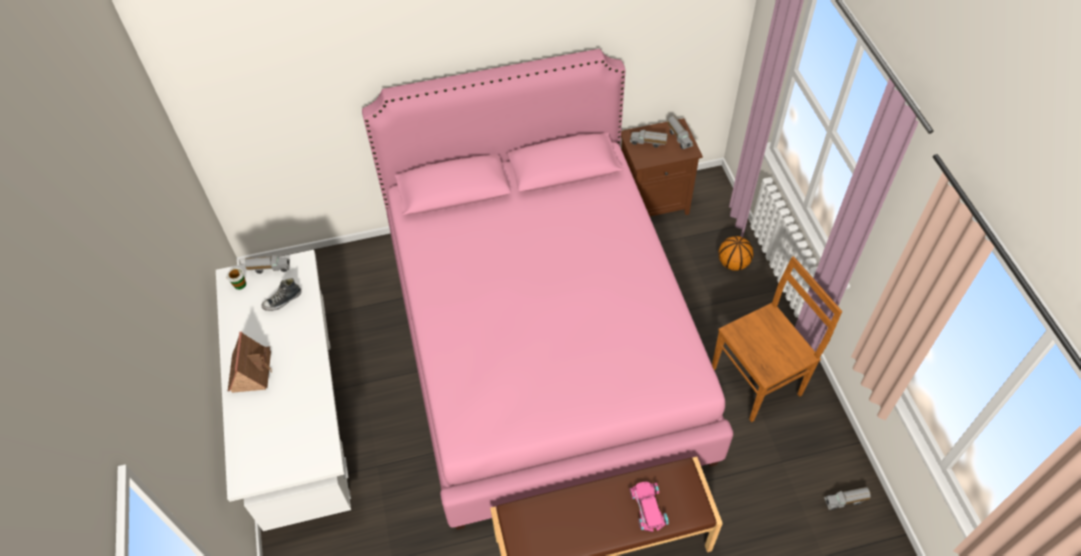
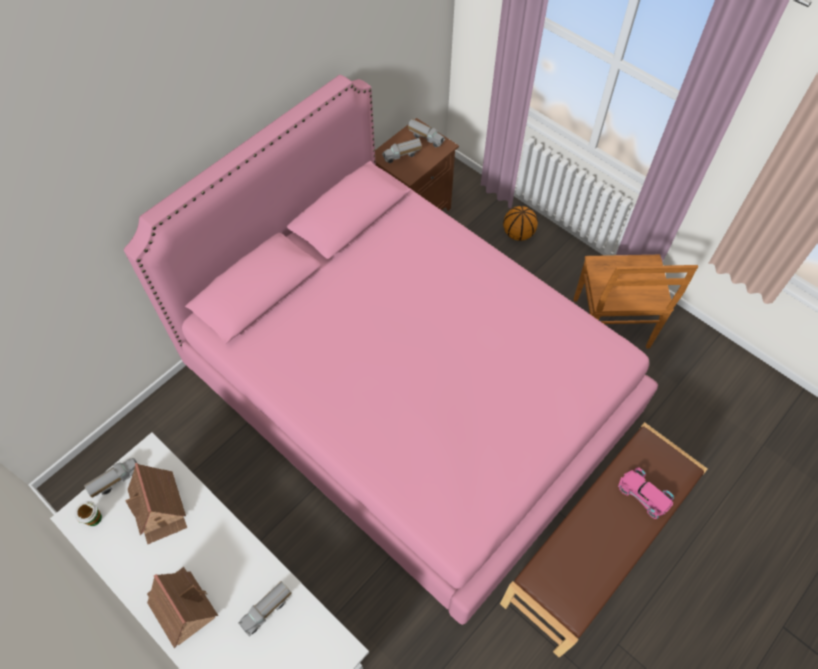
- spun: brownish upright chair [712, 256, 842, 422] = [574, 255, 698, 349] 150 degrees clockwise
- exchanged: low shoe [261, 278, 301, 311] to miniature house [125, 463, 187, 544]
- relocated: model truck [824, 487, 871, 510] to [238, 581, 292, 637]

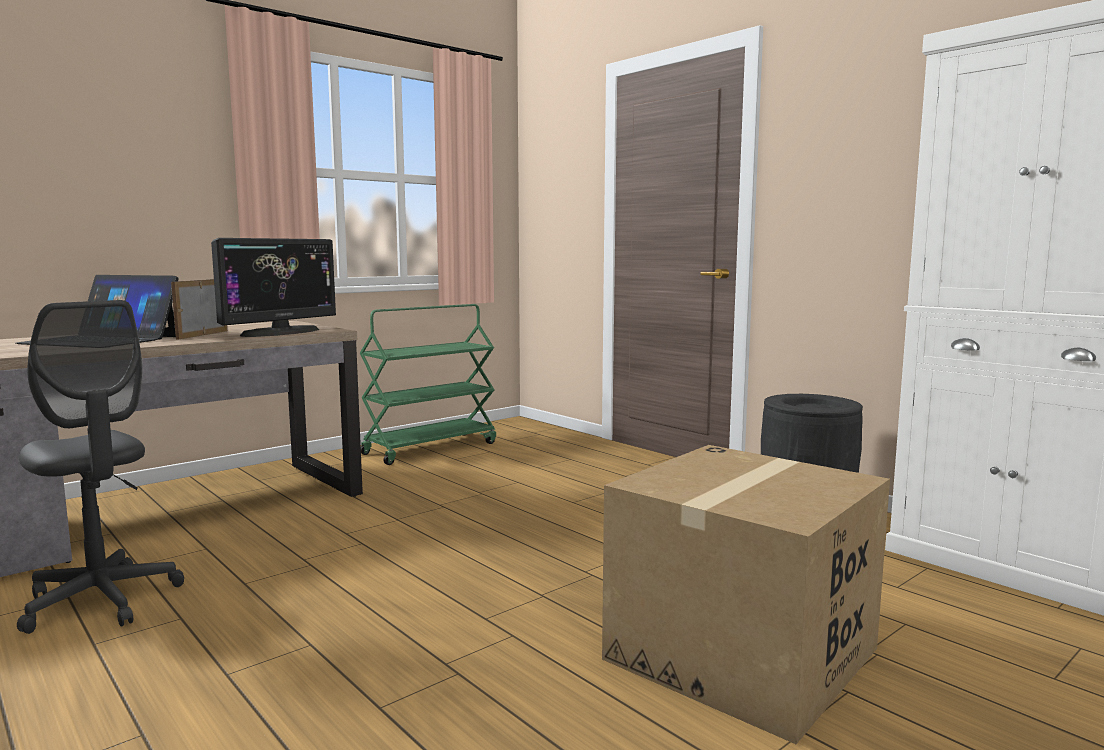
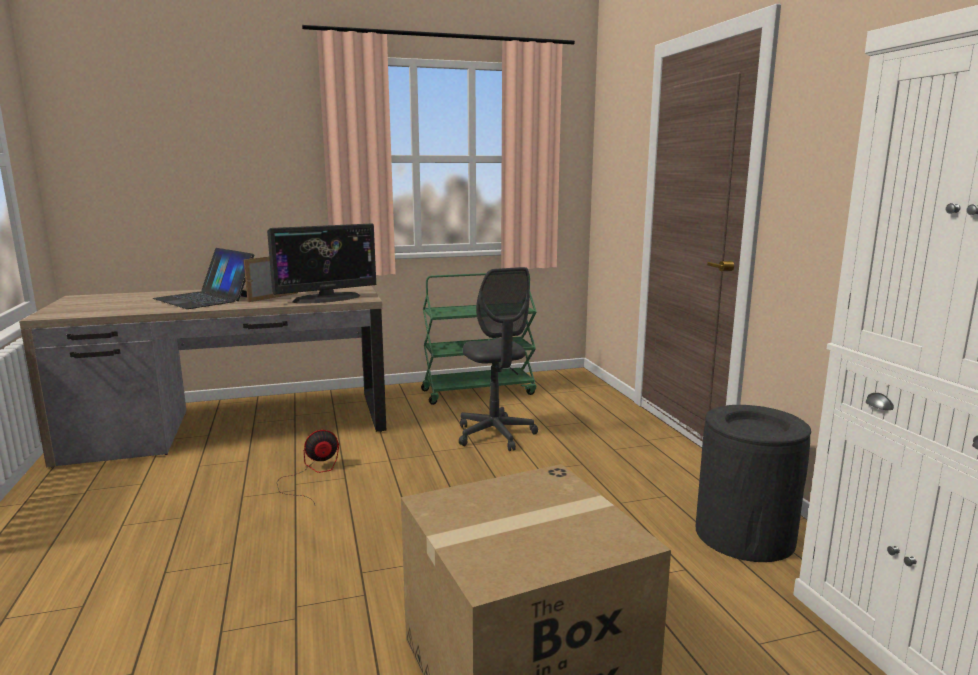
- relocated: greyish office chair [17, 300, 184, 634] to [459, 267, 538, 451]
- appeared: fan [277, 430, 339, 505]

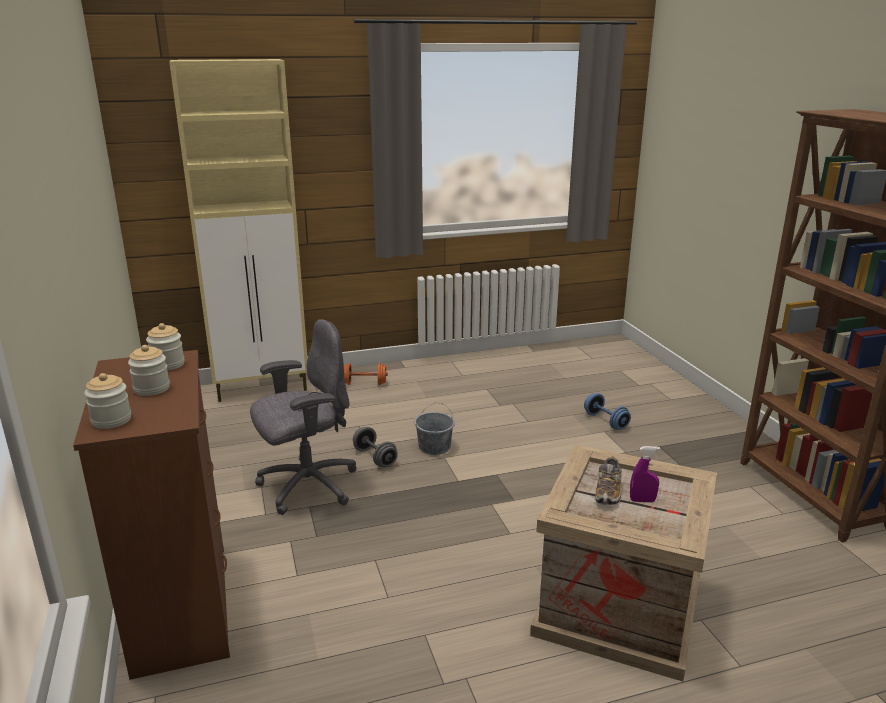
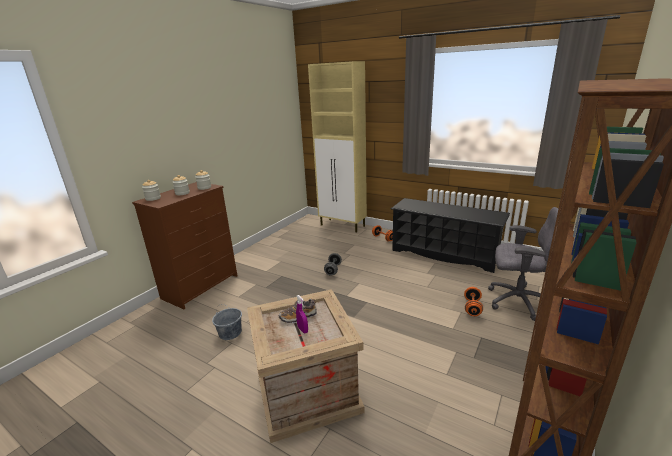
- relocated: greyish office chair [250, 319, 357, 515] to [488, 207, 559, 321]
- colour: blue hand weight [584, 393, 631, 430] to orange hand weight [464, 287, 483, 316]
- relocated: greyish water bucket [415, 403, 455, 455] to [212, 304, 242, 340]
- appeared: blackish shoe rack [391, 198, 510, 273]

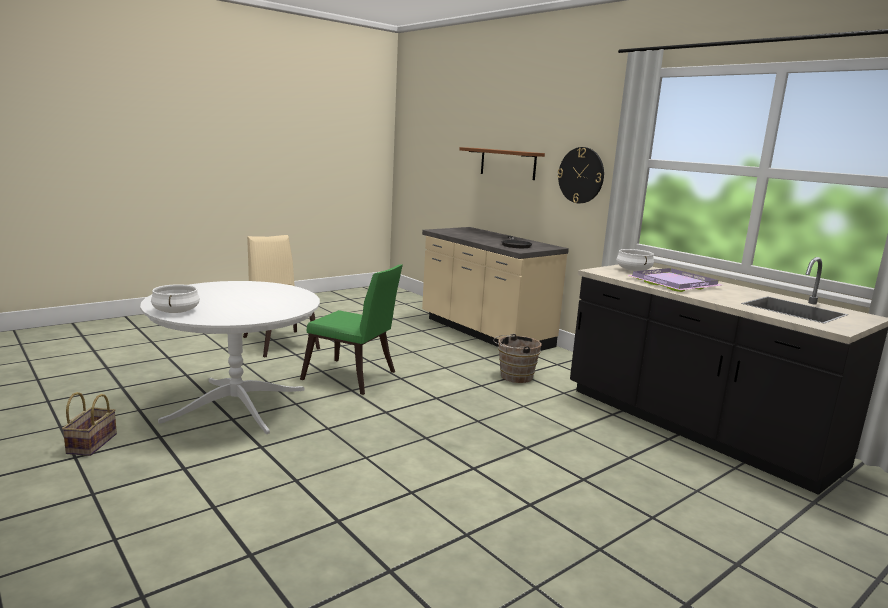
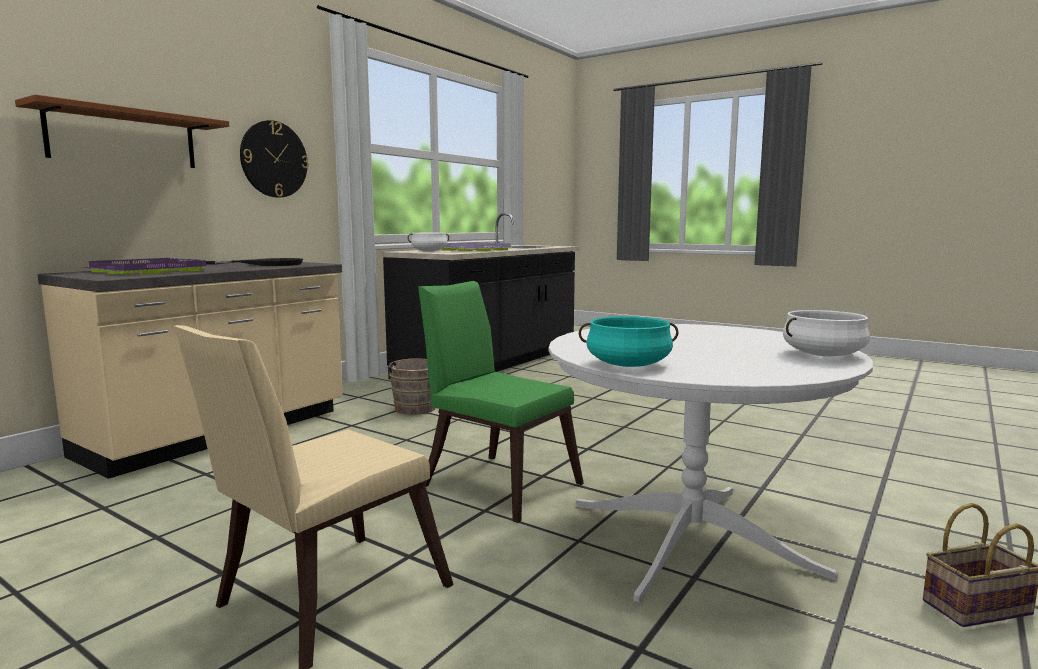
- spun: green-coloured upright chair [300, 264, 403, 395] = [418, 281, 584, 523] 60 degrees counterclockwise
- appeared: purplish tray [82, 258, 208, 274]
- appeared: blue-green saucepot [579, 316, 678, 367]

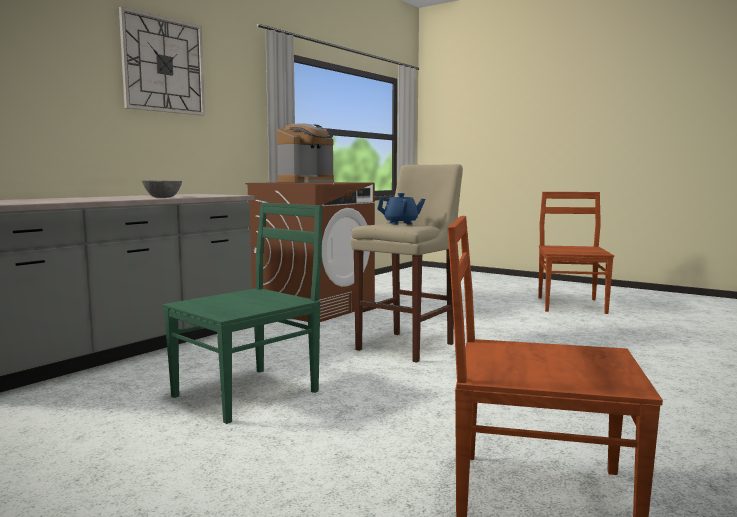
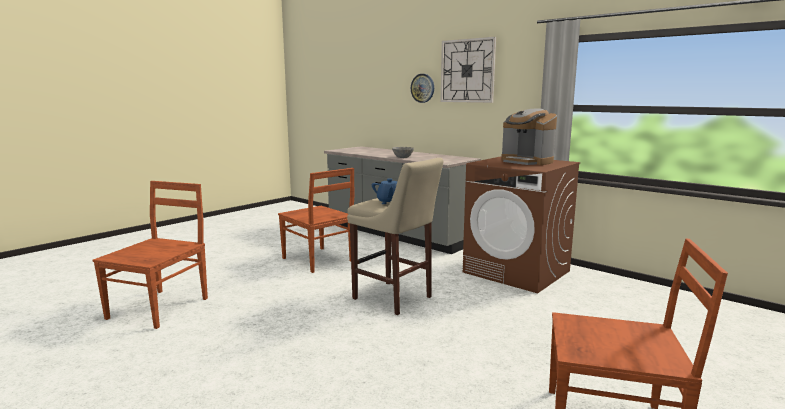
- colour: green-coloured upright chair [163, 202, 323, 424] to brownish upright chair [278, 168, 354, 273]
- appeared: wall clock [411, 74, 434, 103]

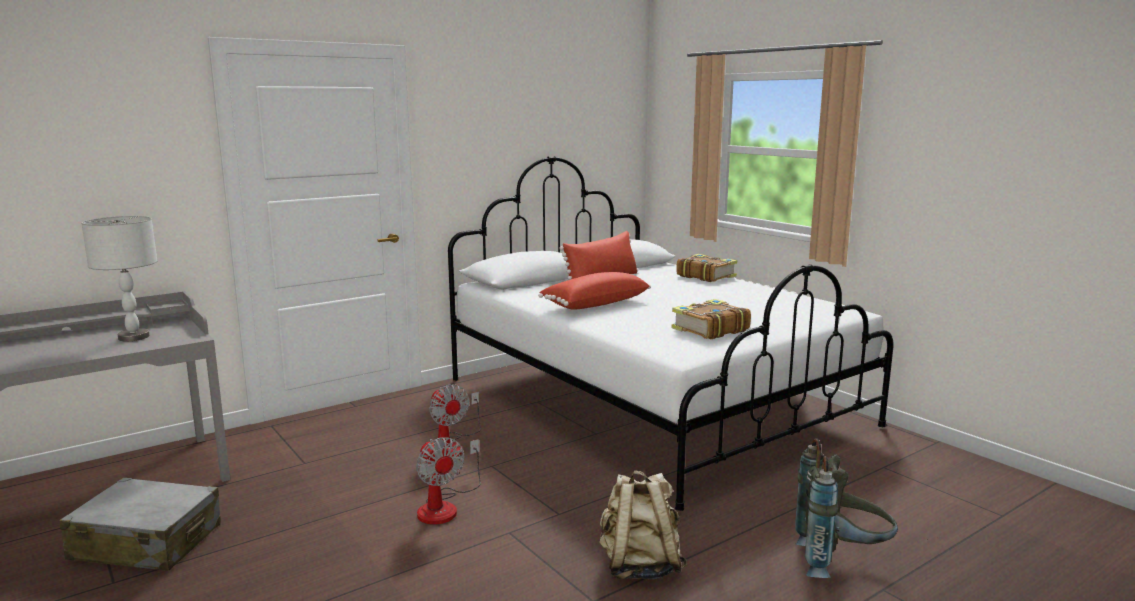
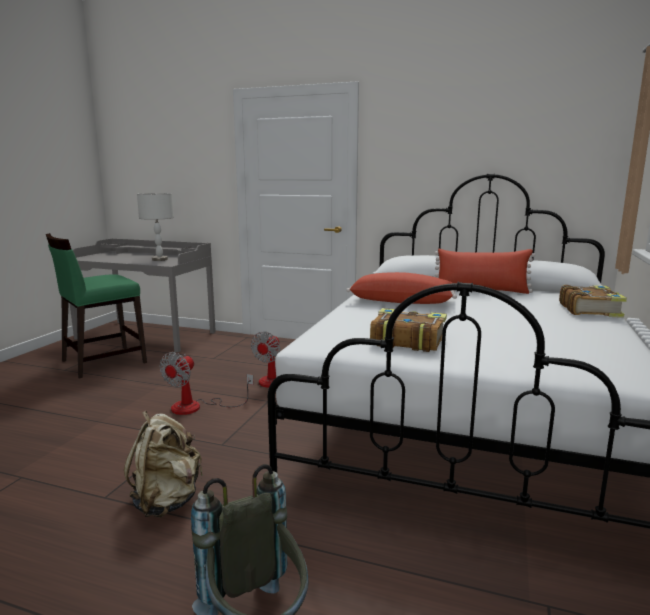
- exchanged: greyish travel case [60, 477, 221, 571] to green-coloured upright chair [46, 233, 147, 379]

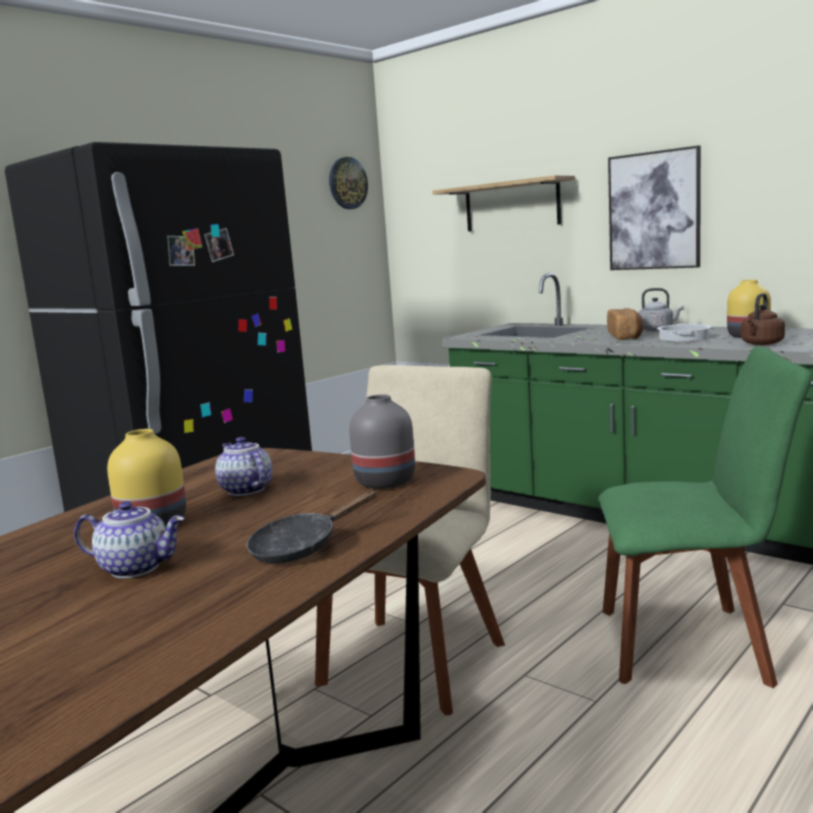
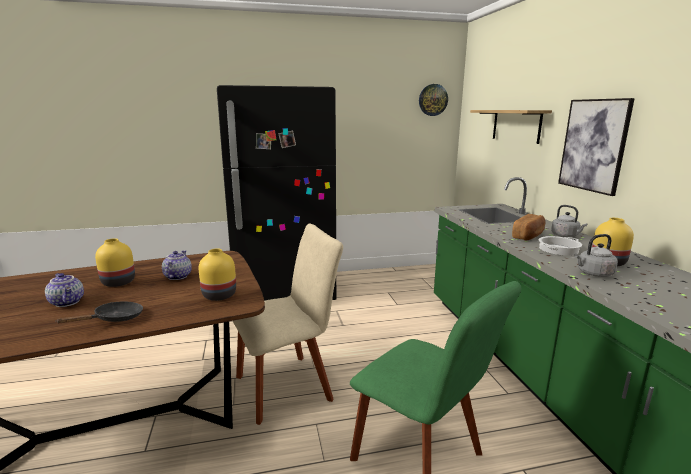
- colour: brownish tea kettle [741, 293, 785, 345] to greyish tea kettle [574, 234, 618, 277]
- colour: greyish decorative vase [349, 394, 415, 489] to yellow decorative vase [199, 249, 236, 301]
- spun: blackish frying pan [246, 491, 377, 564] = [55, 302, 143, 323] 135 degrees clockwise

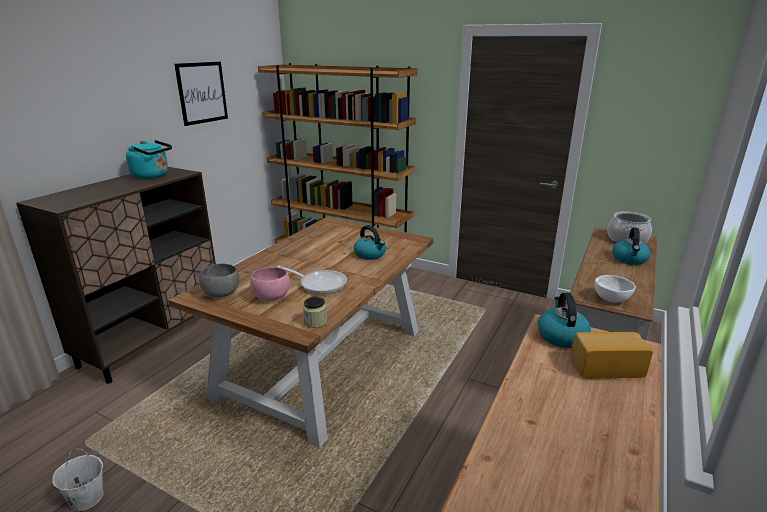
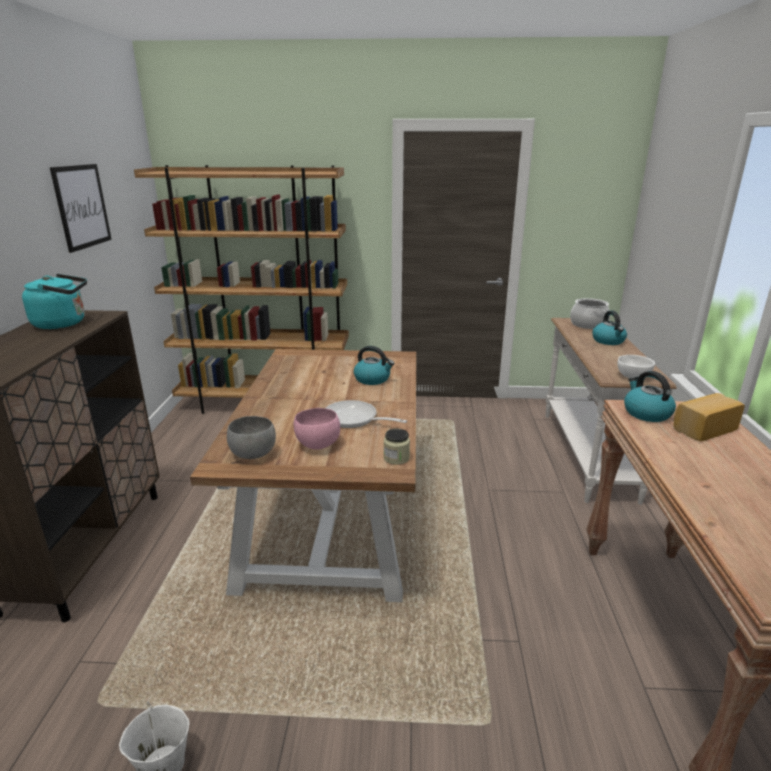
- spun: frying pan [277, 266, 347, 294] = [326, 400, 407, 428] 150 degrees counterclockwise

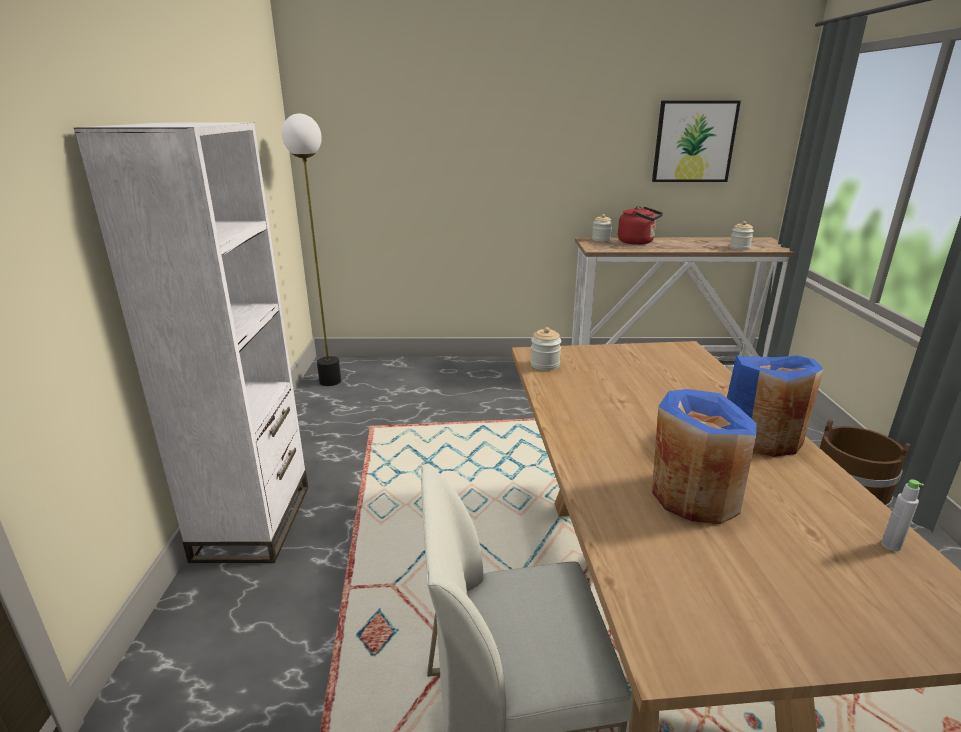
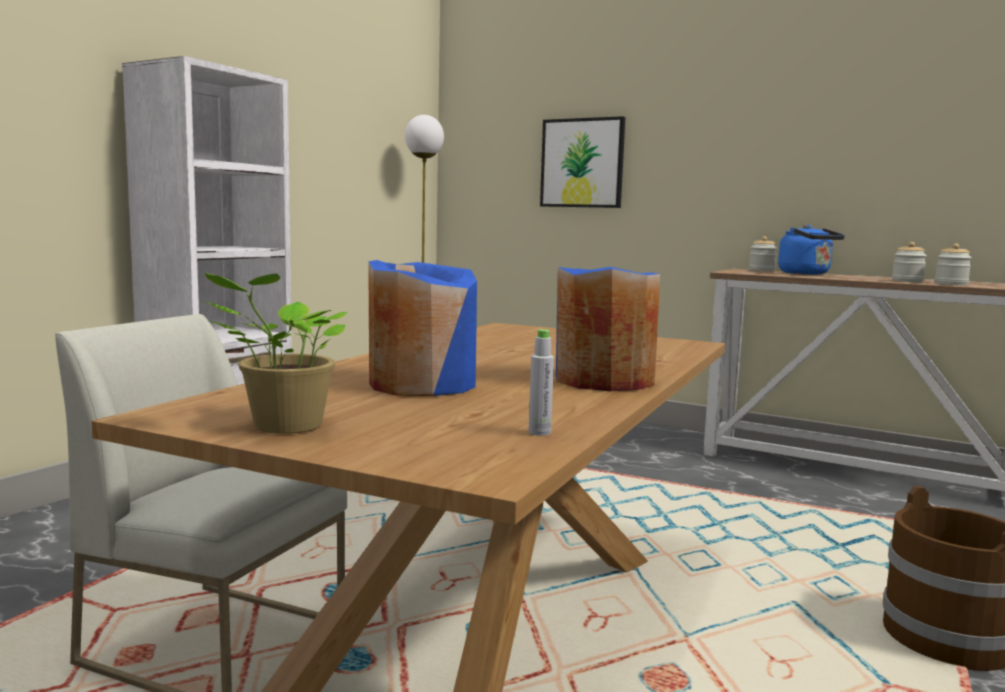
- relocated: picture [652, 101, 741, 182] to [540, 116, 625, 208]
- colour: red-coloured tea kettle [618, 206, 663, 245] to blue tea kettle [778, 225, 845, 275]
- relocated: preserve jar [530, 327, 561, 371] to [892, 242, 927, 282]
- appeared: houseplant [203, 273, 348, 434]

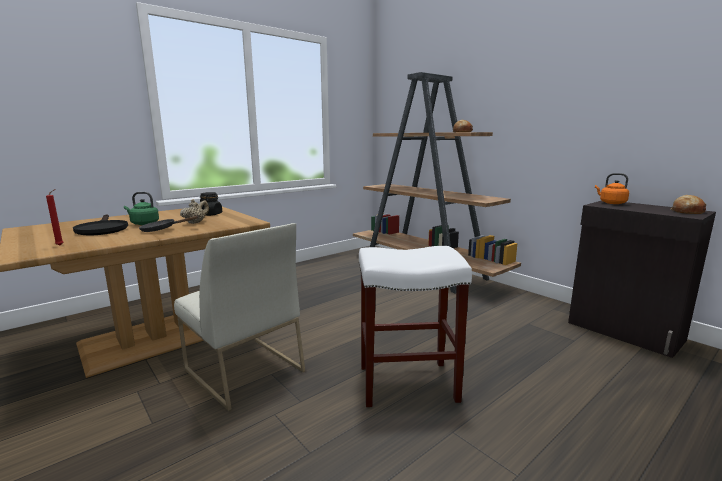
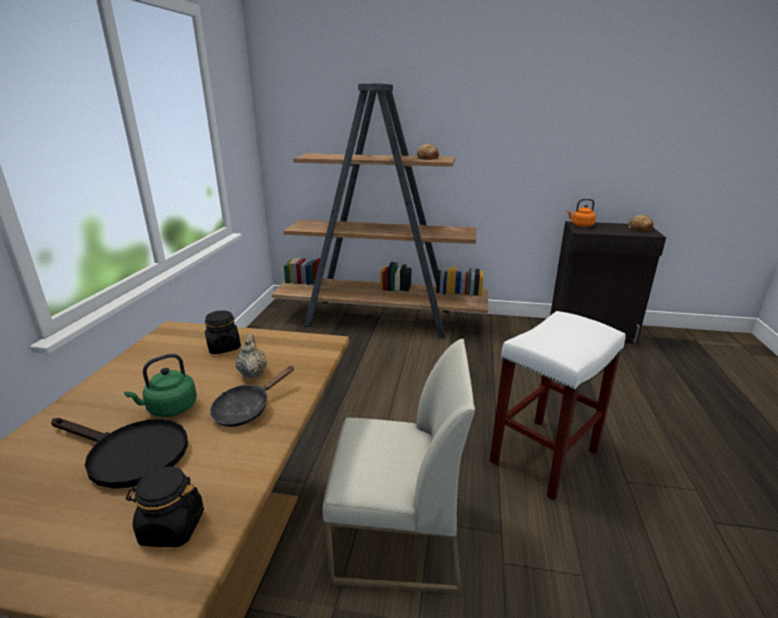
- exchanged: red-coloured candle [46, 189, 63, 246] to blackish preserve jar [126, 467, 204, 547]

